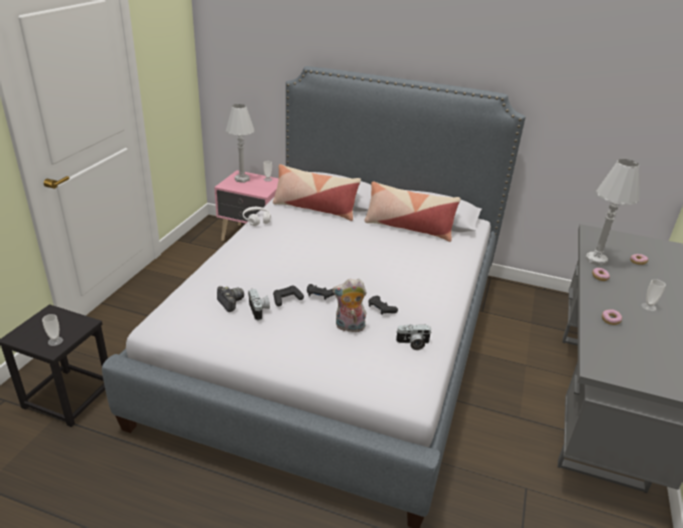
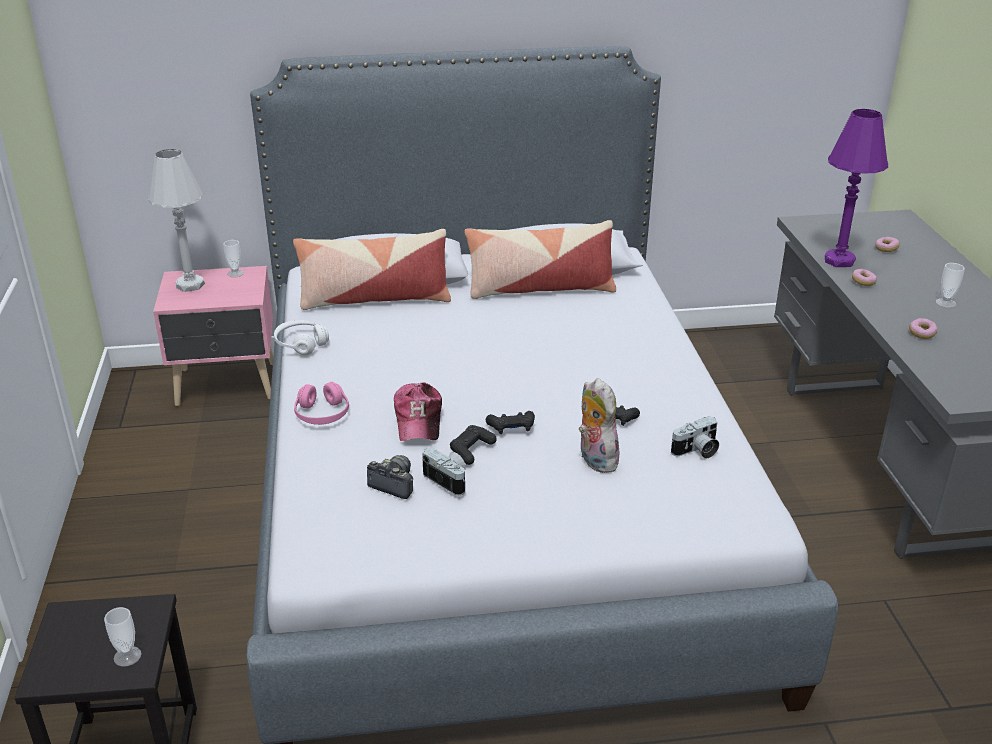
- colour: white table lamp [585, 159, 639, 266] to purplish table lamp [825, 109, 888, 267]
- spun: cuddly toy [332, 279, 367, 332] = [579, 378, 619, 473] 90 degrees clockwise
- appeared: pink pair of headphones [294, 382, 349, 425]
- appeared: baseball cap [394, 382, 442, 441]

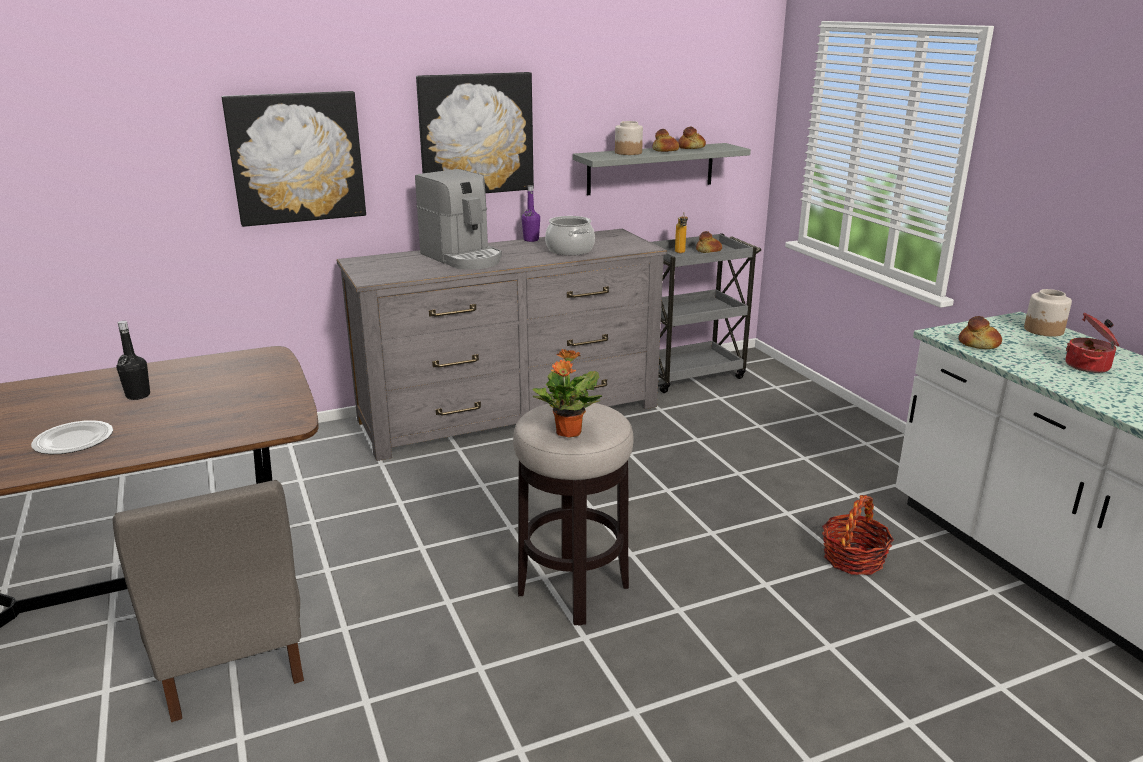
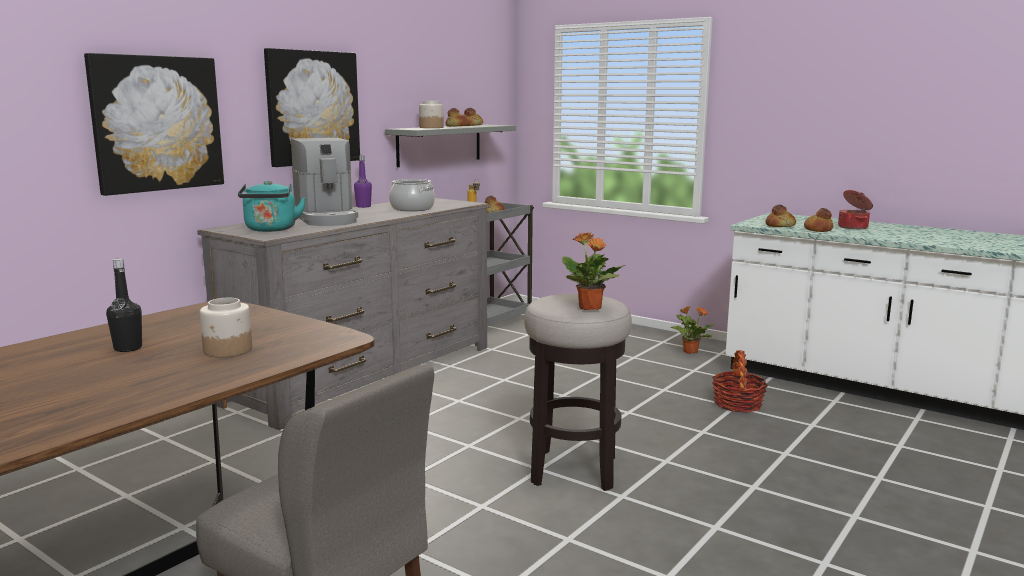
- spun: coffee machine [415, 169, 502, 270] = [291, 138, 358, 226] 45 degrees clockwise
- relocated: preserve jar [1024, 289, 1072, 337] to [200, 298, 252, 357]
- missing: plate [31, 420, 113, 454]
- appeared: blue-green tea kettle [238, 180, 306, 232]
- appeared: bakery bread [804, 208, 833, 232]
- appeared: houseplant [671, 306, 715, 354]

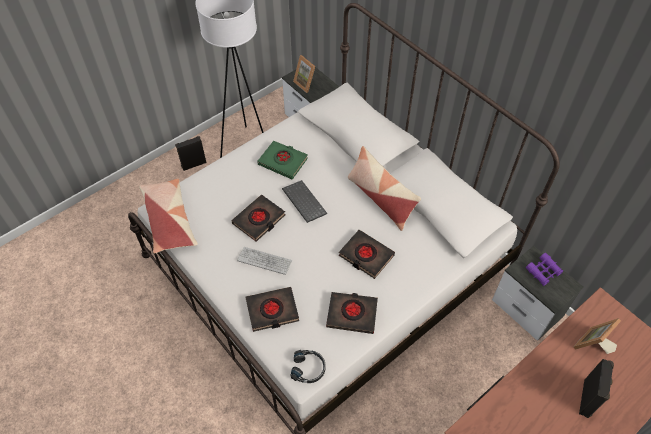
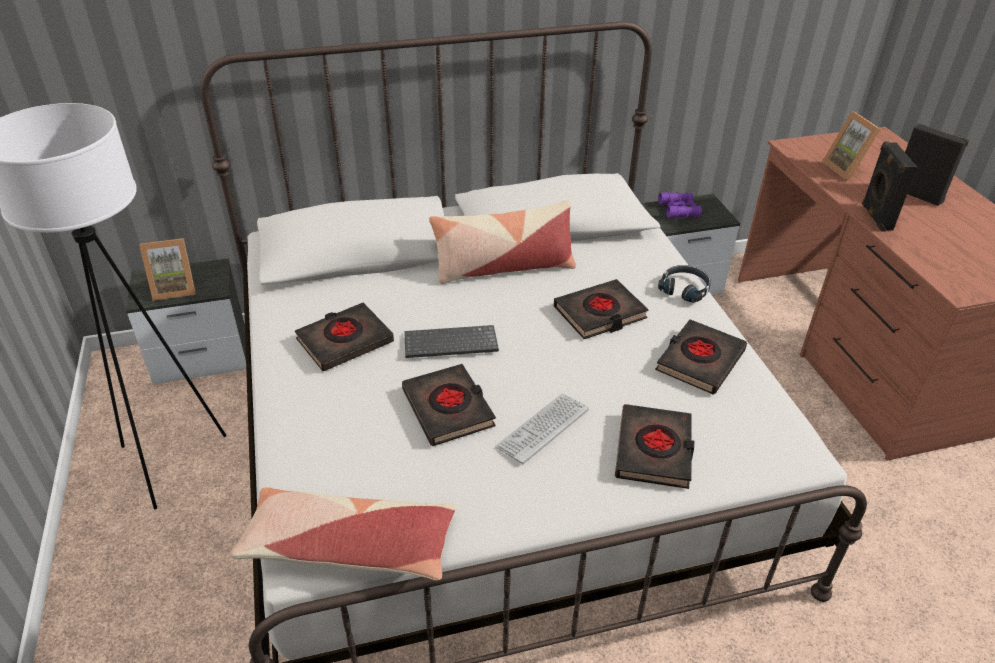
- relocated: blackish speaker [175, 136, 206, 171] to [862, 142, 917, 231]
- colour: green-coloured book [257, 141, 308, 180] to blackish book [295, 302, 394, 371]
- relocated: blackish pair of headphones [291, 350, 325, 383] to [658, 265, 711, 303]

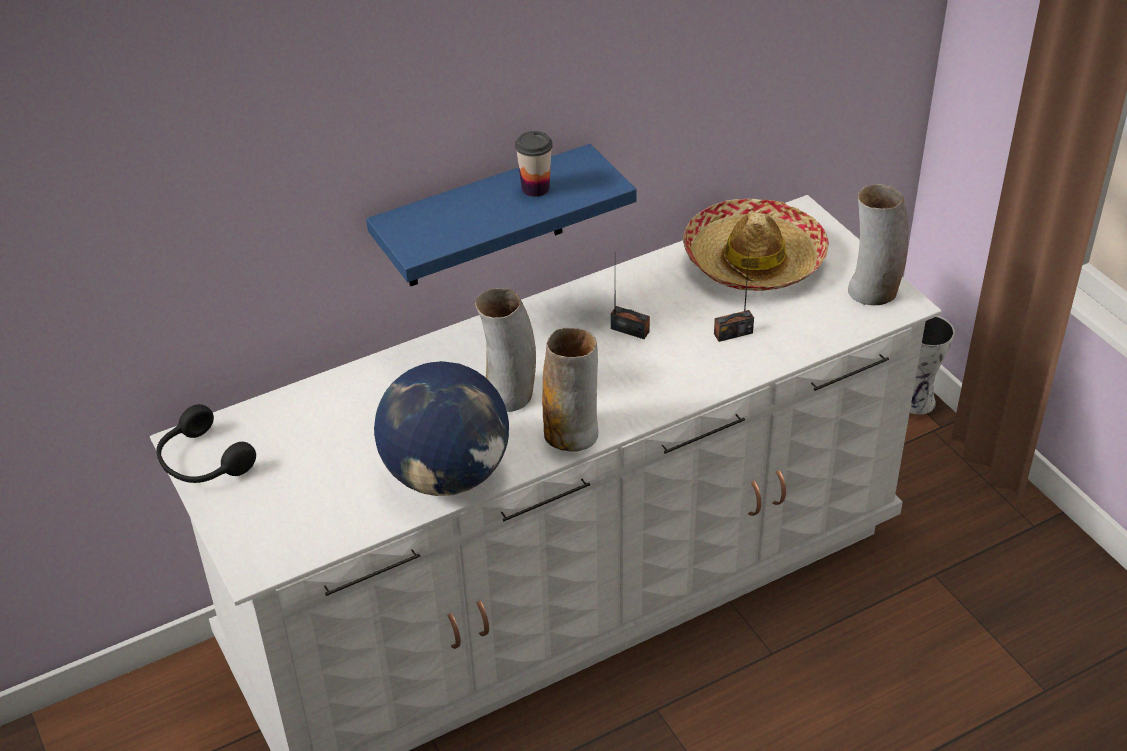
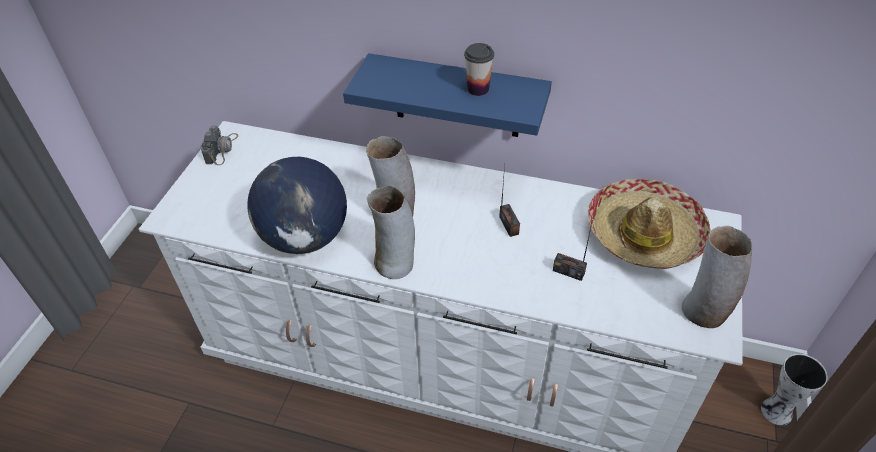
- exchanged: blackish pair of headphones [156, 404, 256, 483] to photo camera [201, 125, 238, 165]

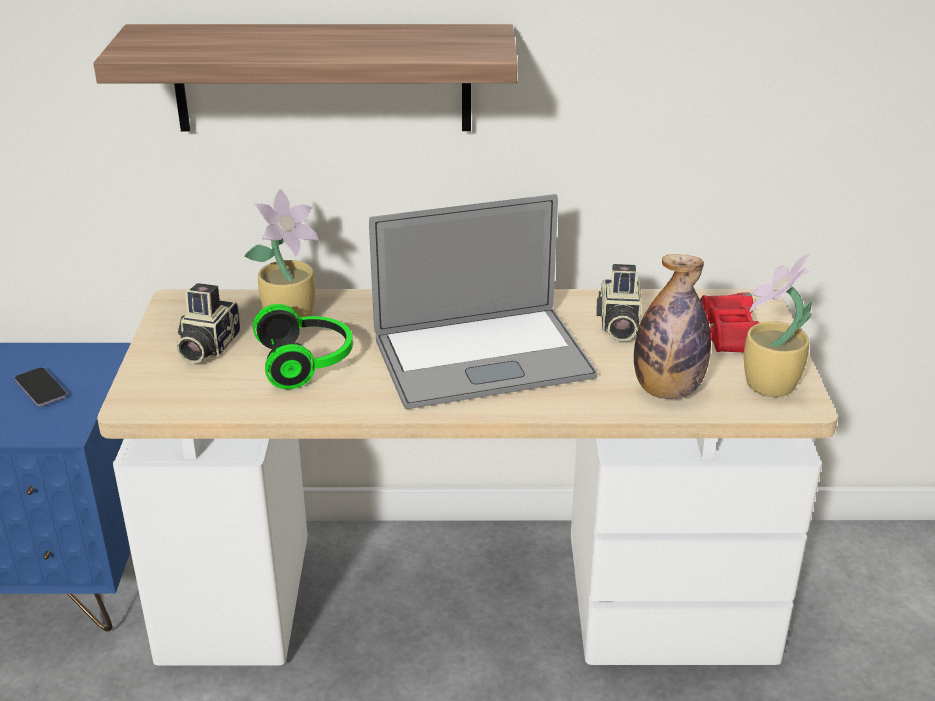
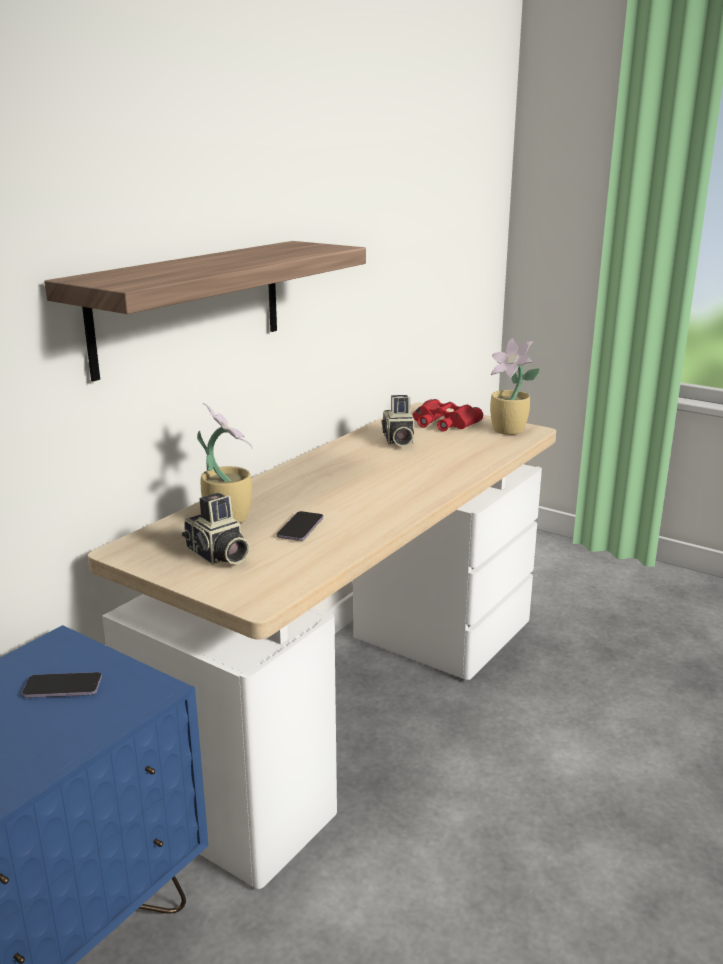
- missing: notebook computer [369, 194, 597, 409]
- missing: drink bottle [634, 254, 711, 399]
- spun: photo camera [596, 264, 641, 341] = [381, 395, 414, 447] 45 degrees clockwise
- exchanged: pair of headphones [253, 304, 353, 389] to telephone [277, 511, 323, 541]

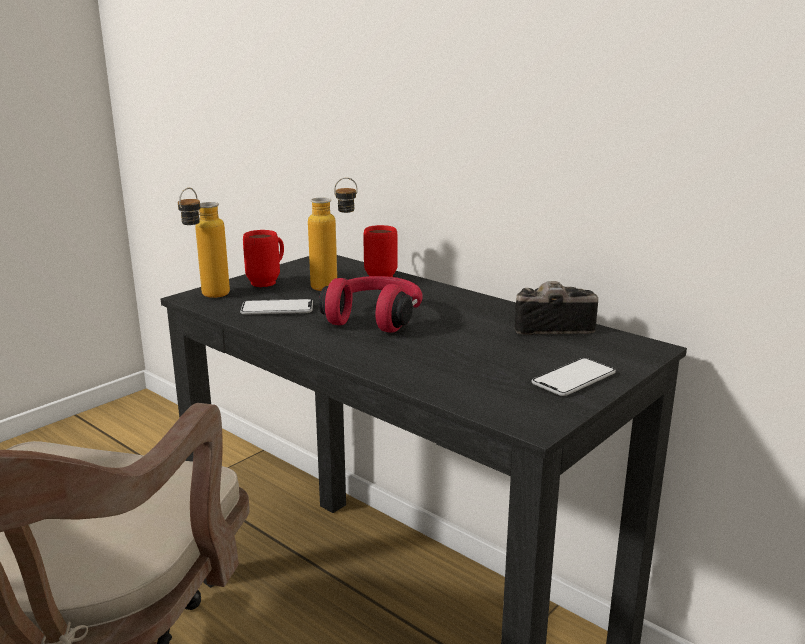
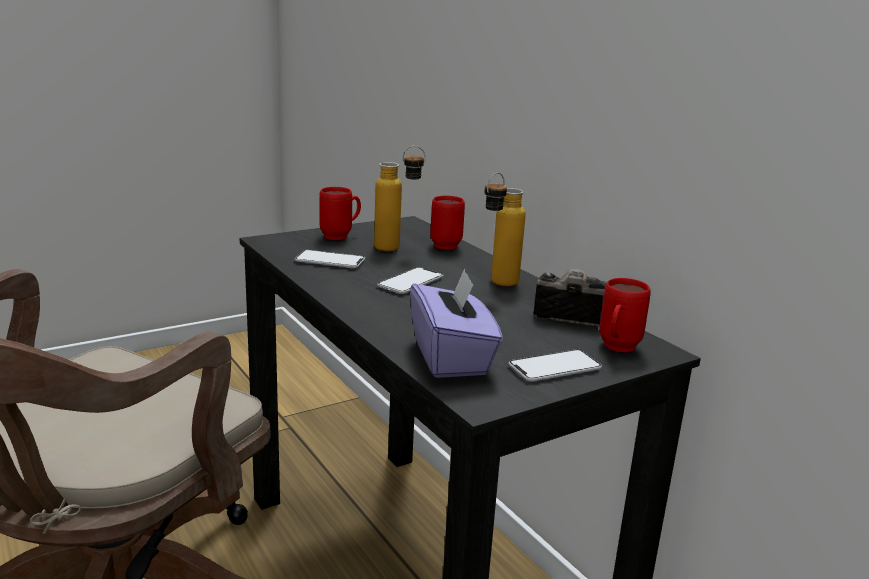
- relocated: drink bottle [178, 188, 230, 298] to [484, 172, 526, 286]
- exchanged: red-coloured pair of headphones [319, 276, 423, 333] to telephone [377, 267, 443, 294]
- appeared: purplish box of tissues [410, 268, 503, 378]
- appeared: red-coloured mug [599, 278, 651, 353]

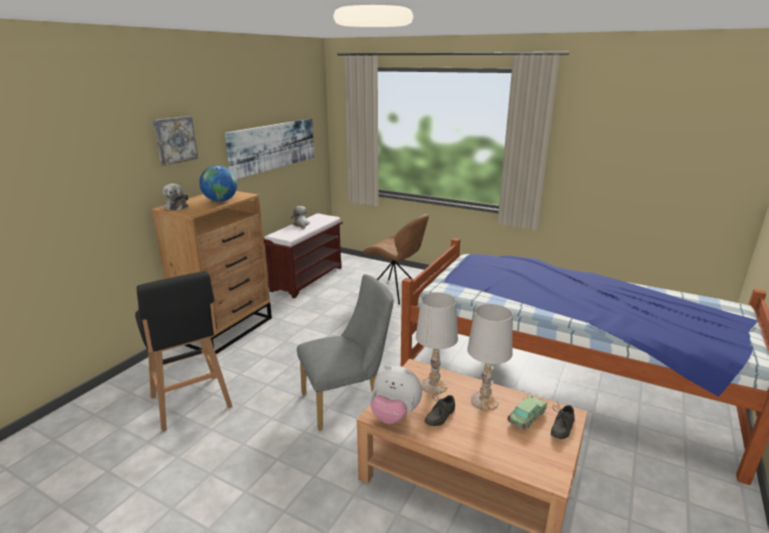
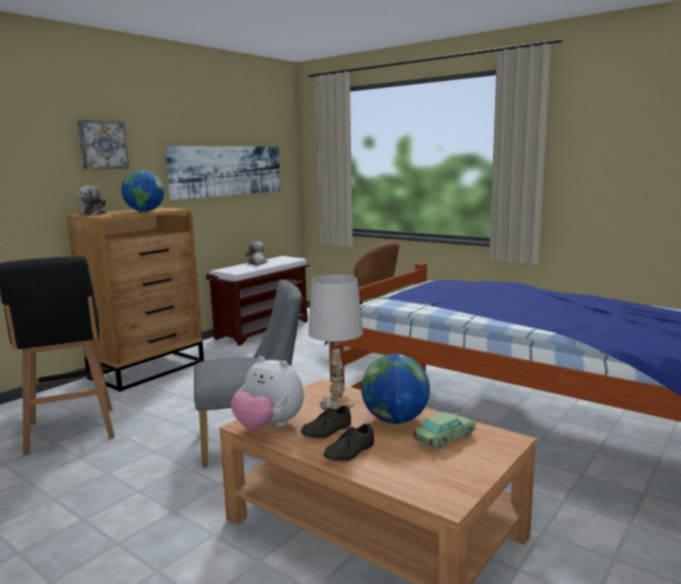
- exchanged: white table lamp [467, 304, 513, 410] to world globe [361, 354, 430, 424]
- relocated: greyish low shoe [551, 403, 575, 439] to [323, 417, 374, 461]

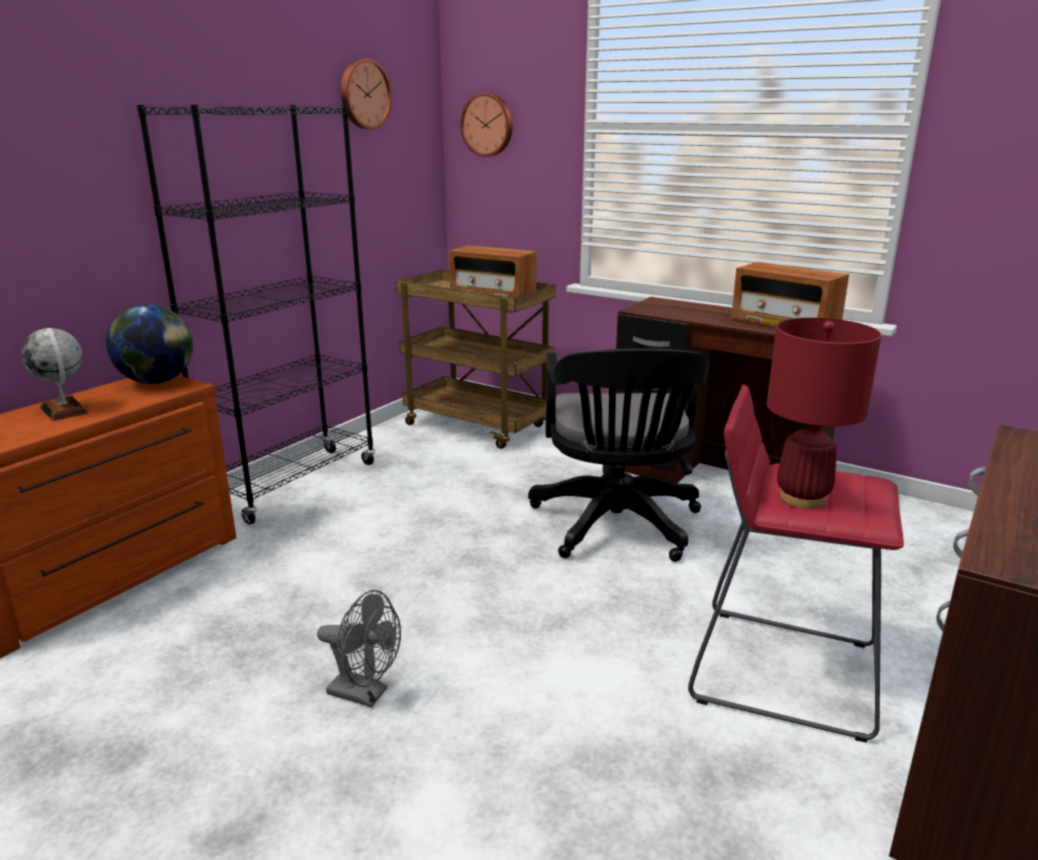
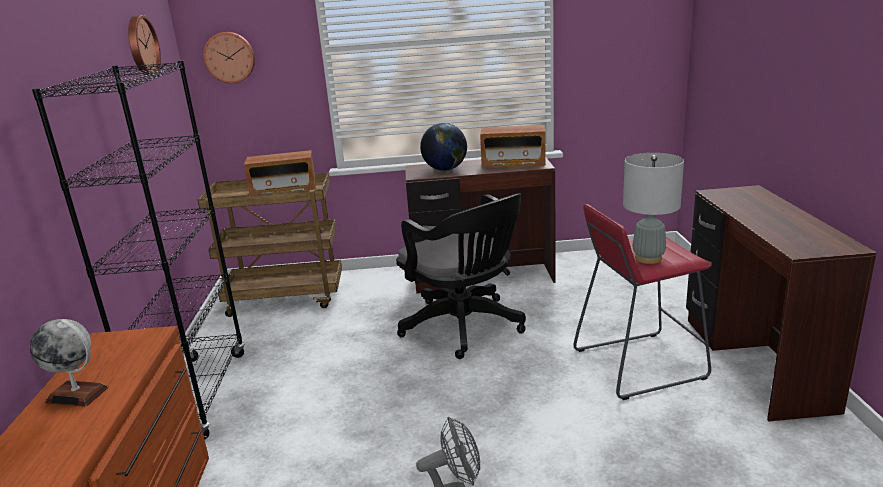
- relocated: world globe [106, 304, 193, 384] to [420, 123, 467, 171]
- colour: red-coloured table lamp [767, 318, 881, 509] to greyish table lamp [623, 153, 684, 264]

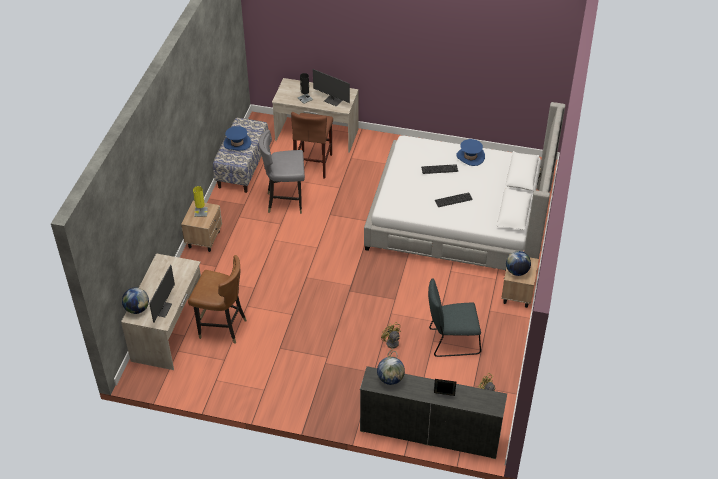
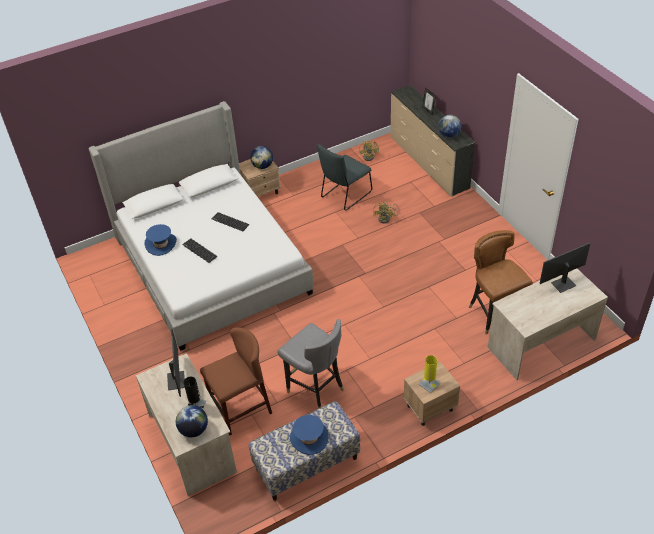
- spun: greyish upright chair [428, 278, 481, 357] = [317, 144, 372, 211] 90 degrees clockwise
- relocated: world globe [122, 287, 149, 314] to [176, 405, 208, 437]

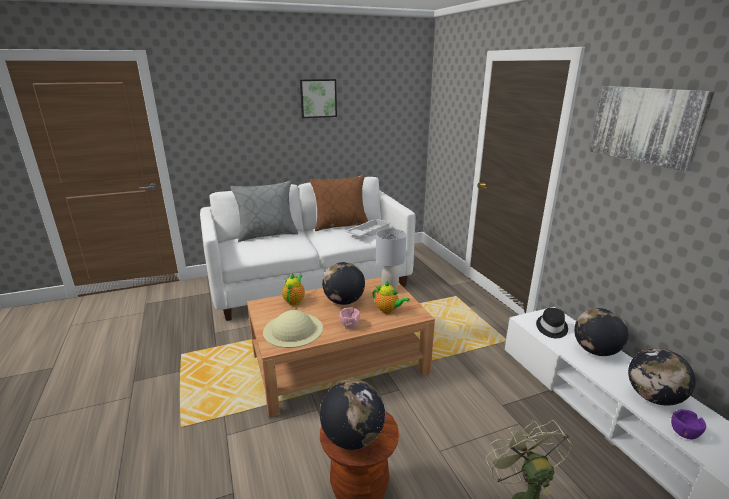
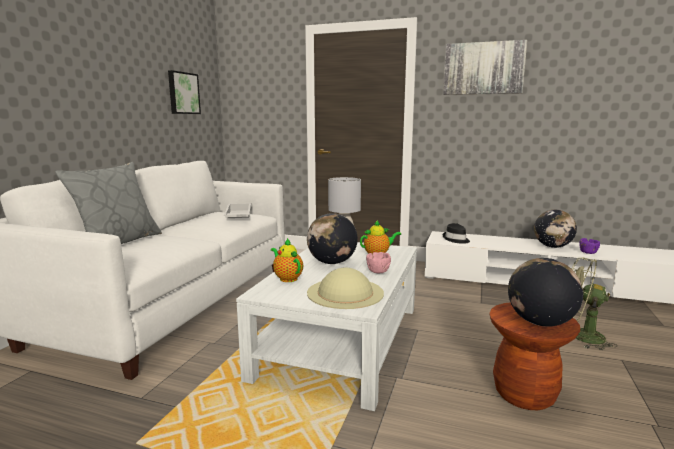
- relocated: picture [300, 79, 337, 118] to [168, 70, 201, 114]
- missing: brownish pillow [310, 175, 368, 231]
- colour: brownish low table [247, 277, 435, 418] to white low table [236, 242, 417, 411]
- missing: world globe [574, 308, 628, 356]

